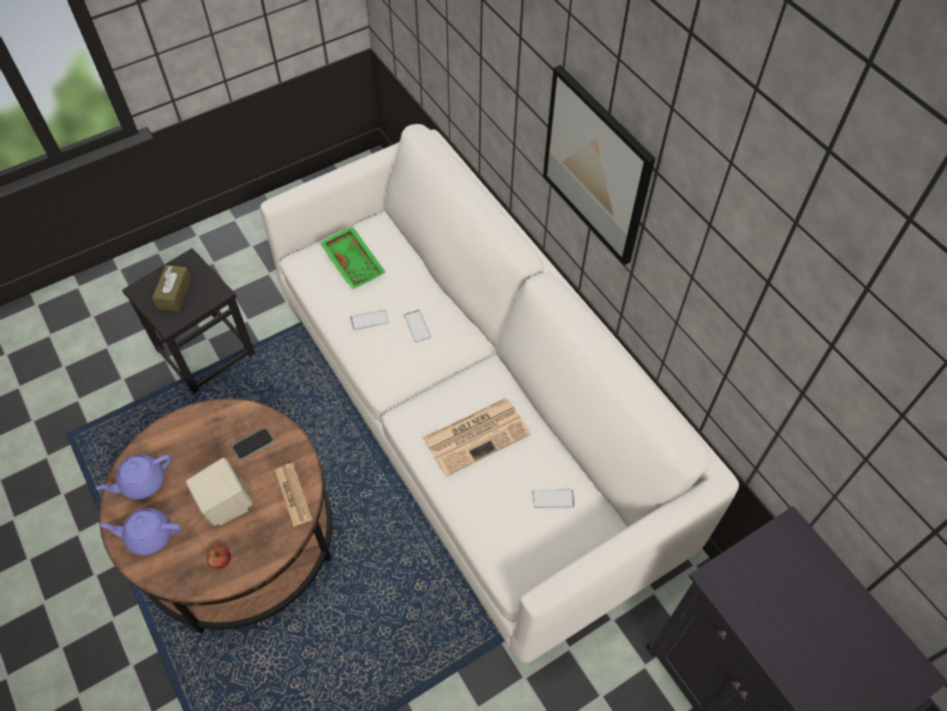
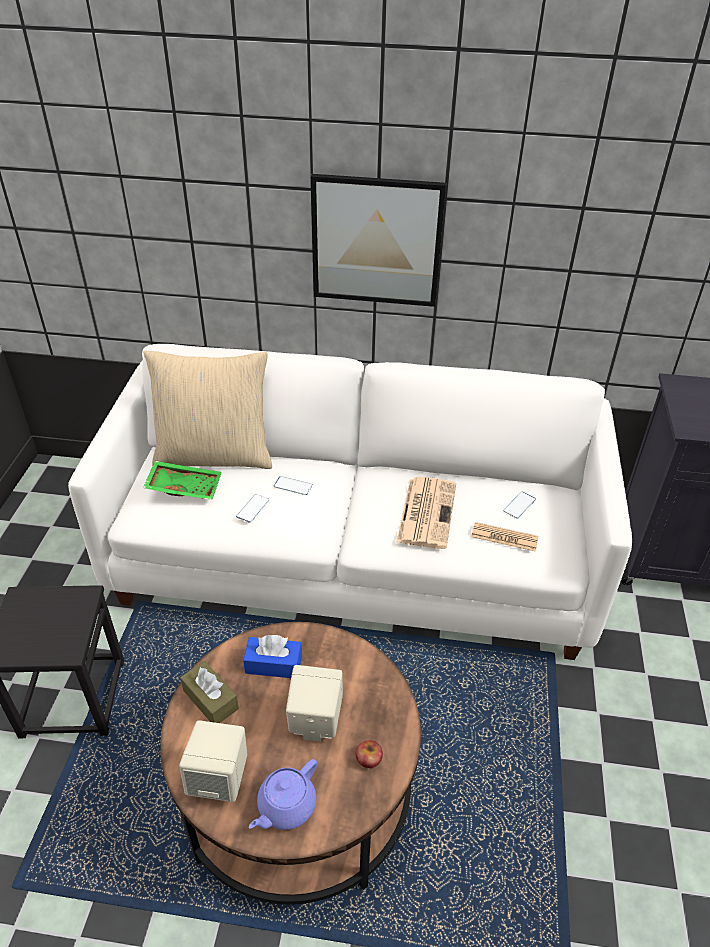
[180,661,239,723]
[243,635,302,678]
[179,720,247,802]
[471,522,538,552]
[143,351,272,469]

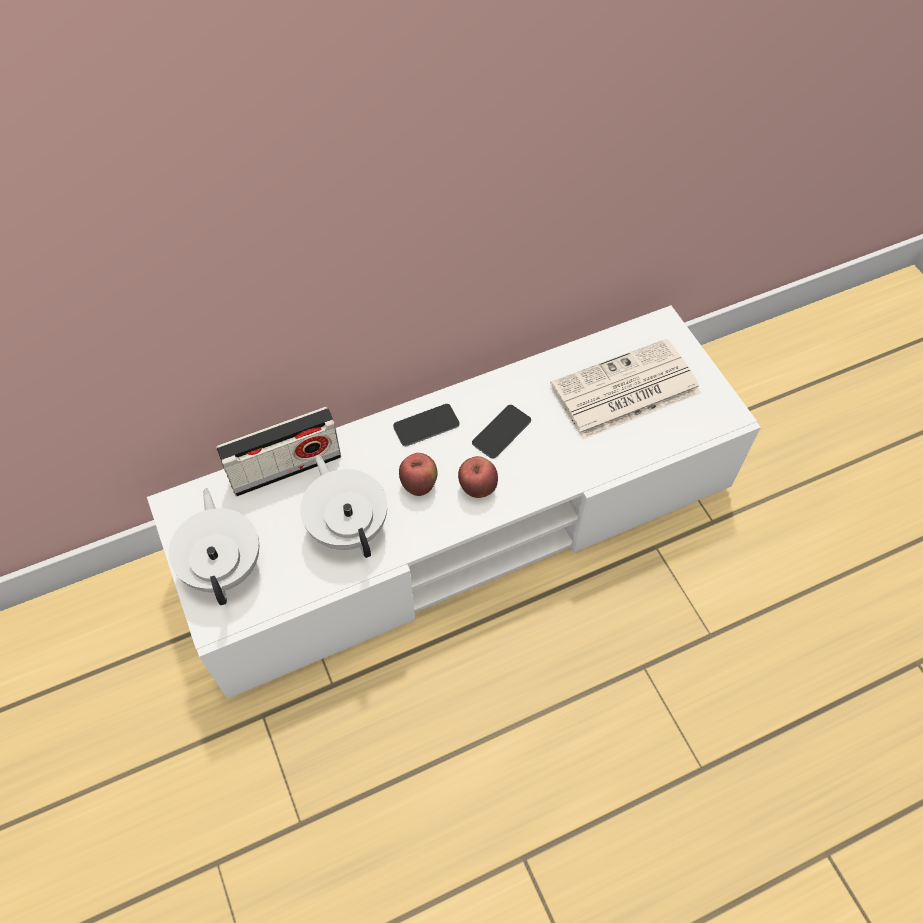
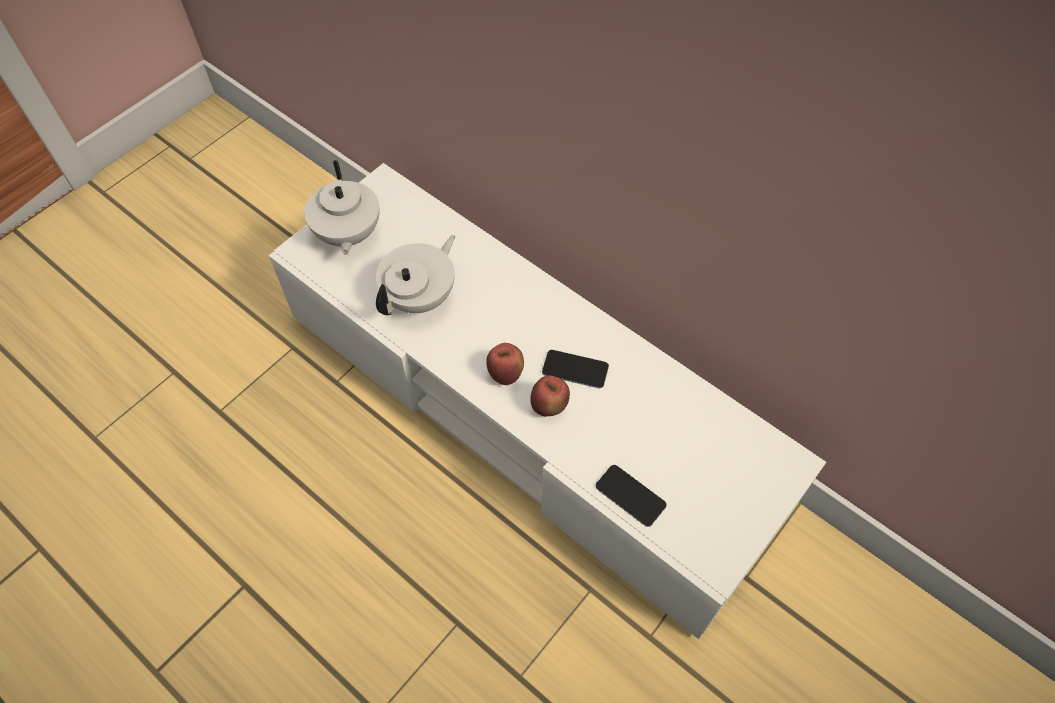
[550,338,701,439] (first image)
[596,465,667,527]
[216,407,341,496] (first image)
[530,376,570,416]
[304,160,380,255]

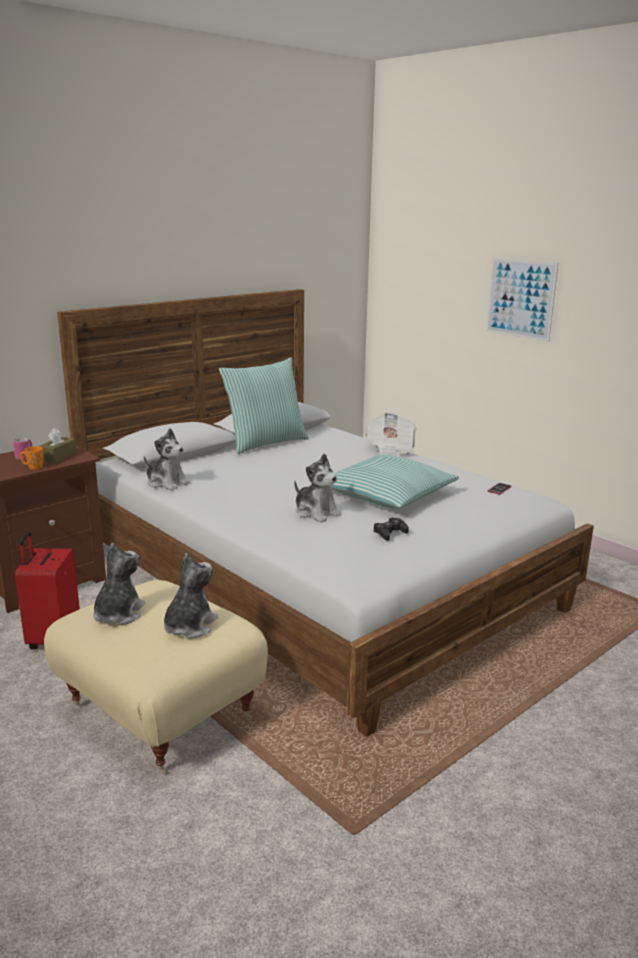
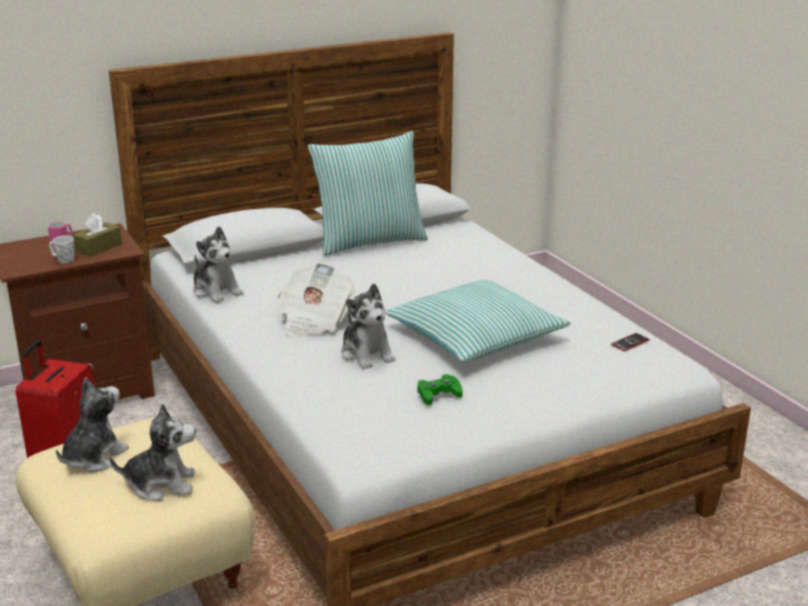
[486,257,558,342] (first image)
[278,262,355,337]
[49,235,74,264]
[417,374,463,405]
[109,404,196,501]

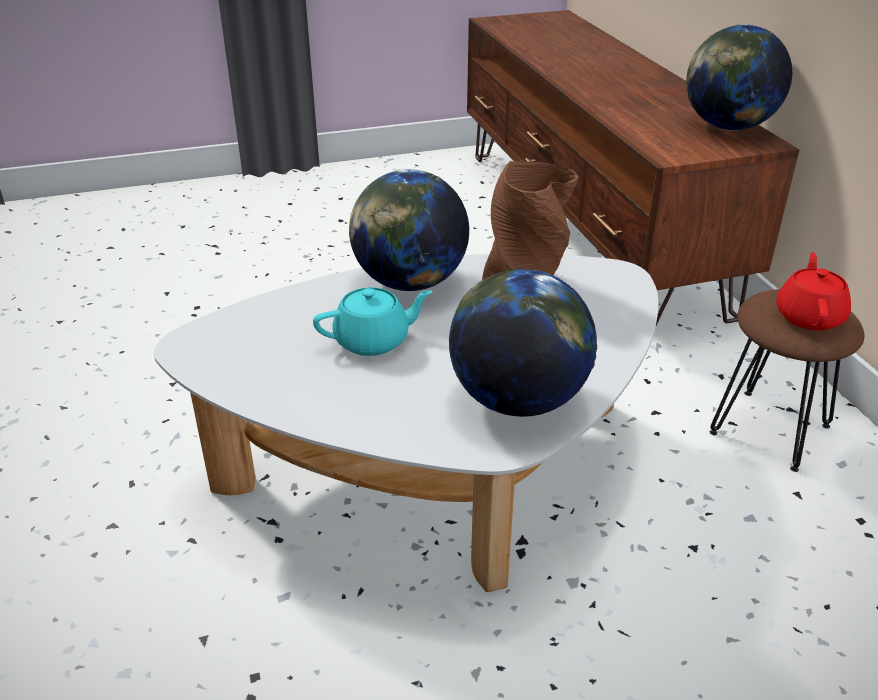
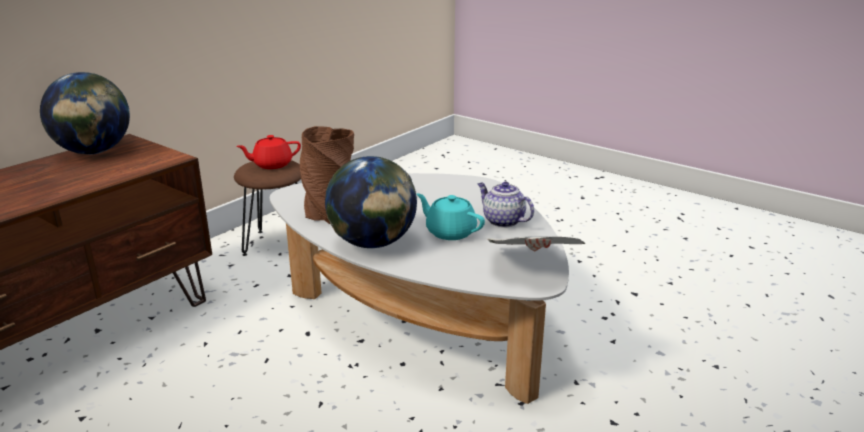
[449,269,597,417] (first image)
[478,182,534,228]
[487,236,586,251]

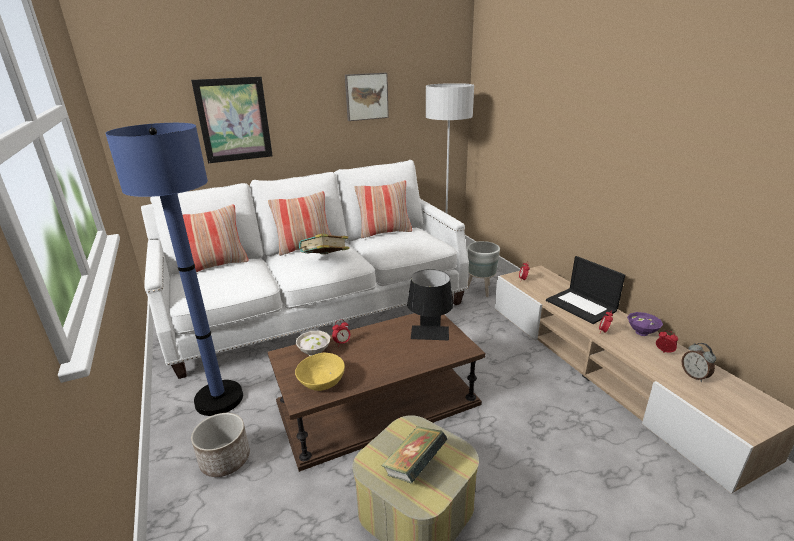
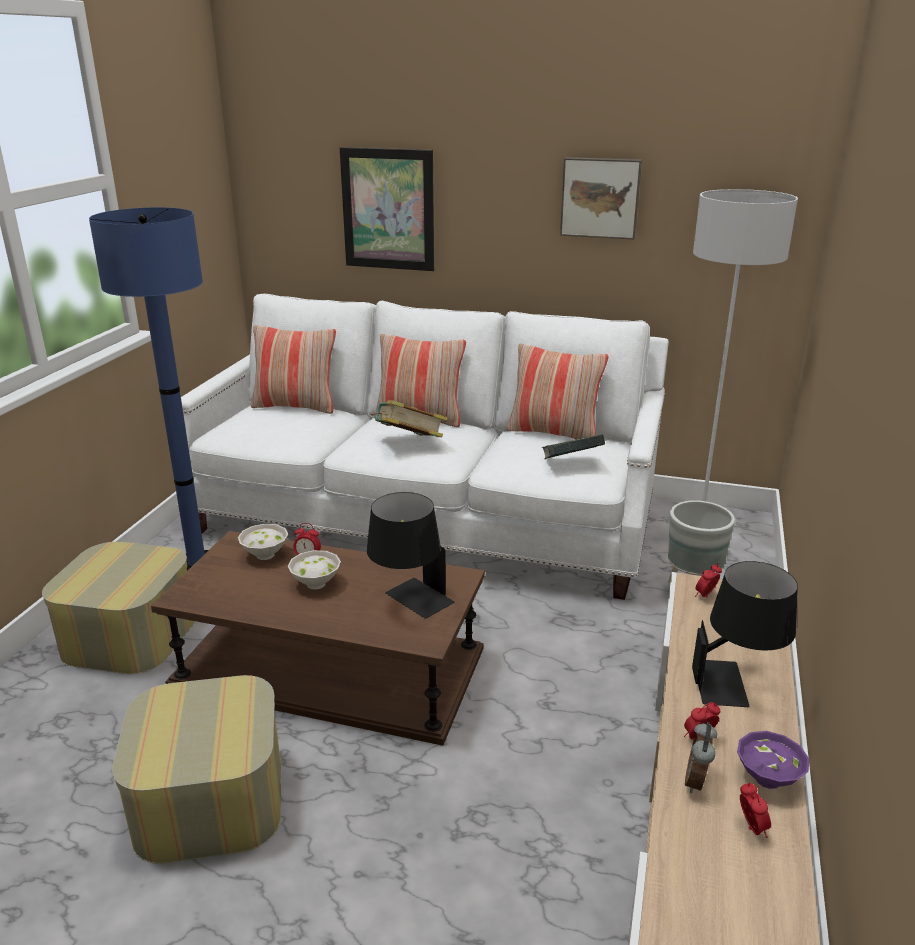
[692,561,798,707]
[685,722,717,793]
[295,352,345,391] (first image)
[42,542,195,674]
[541,434,605,459]
[288,550,341,589]

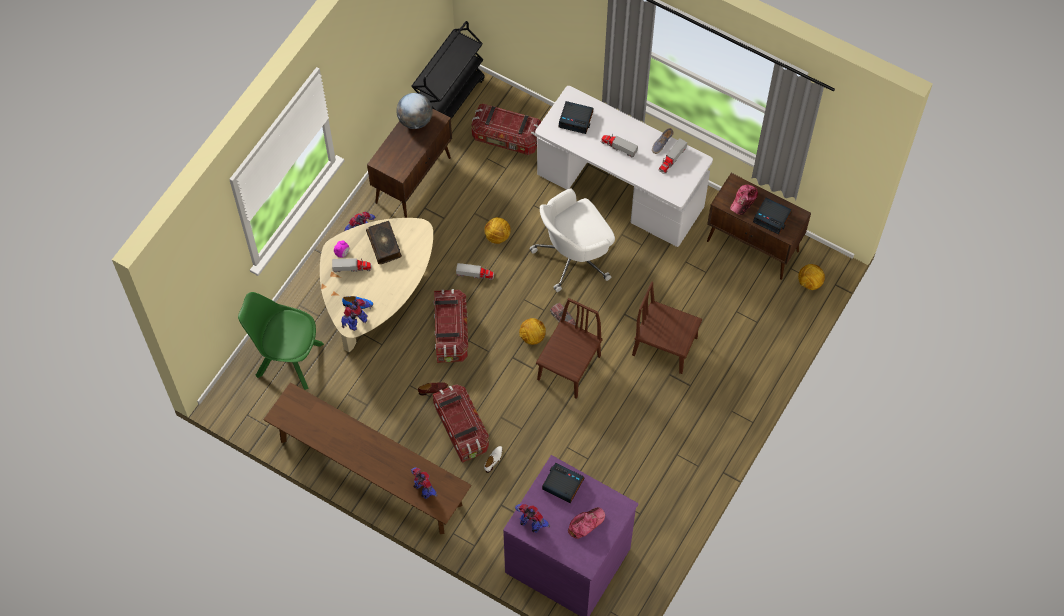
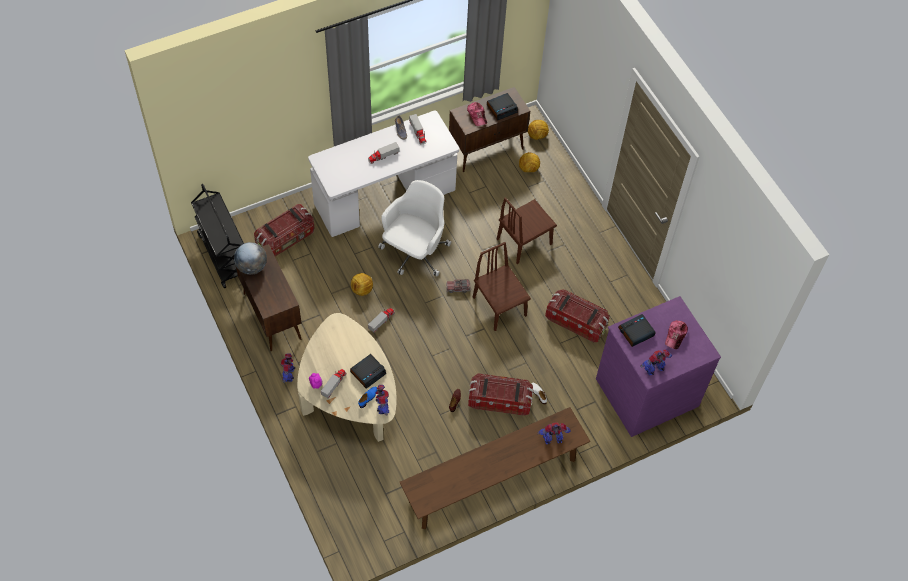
[350,354,386,389]
[378,180,451,276]
[366,221,402,264] (first image)
[545,289,610,343]
[238,292,324,390] (first image)
[519,152,540,172]
[665,320,688,349]

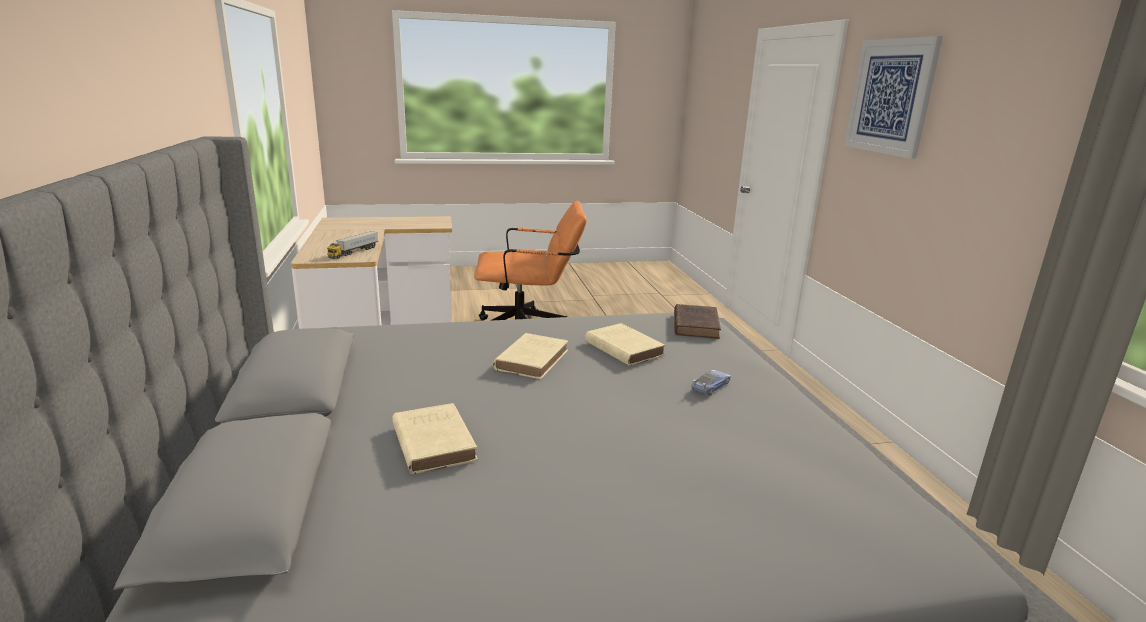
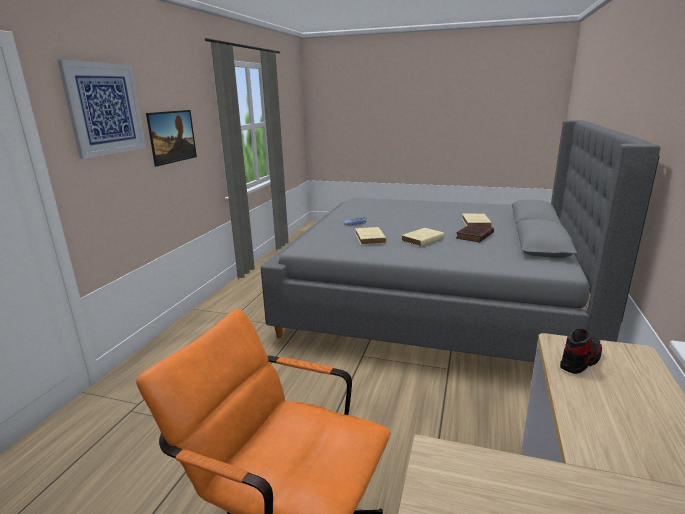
[560,329,602,374]
[456,224,494,242]
[146,110,197,167]

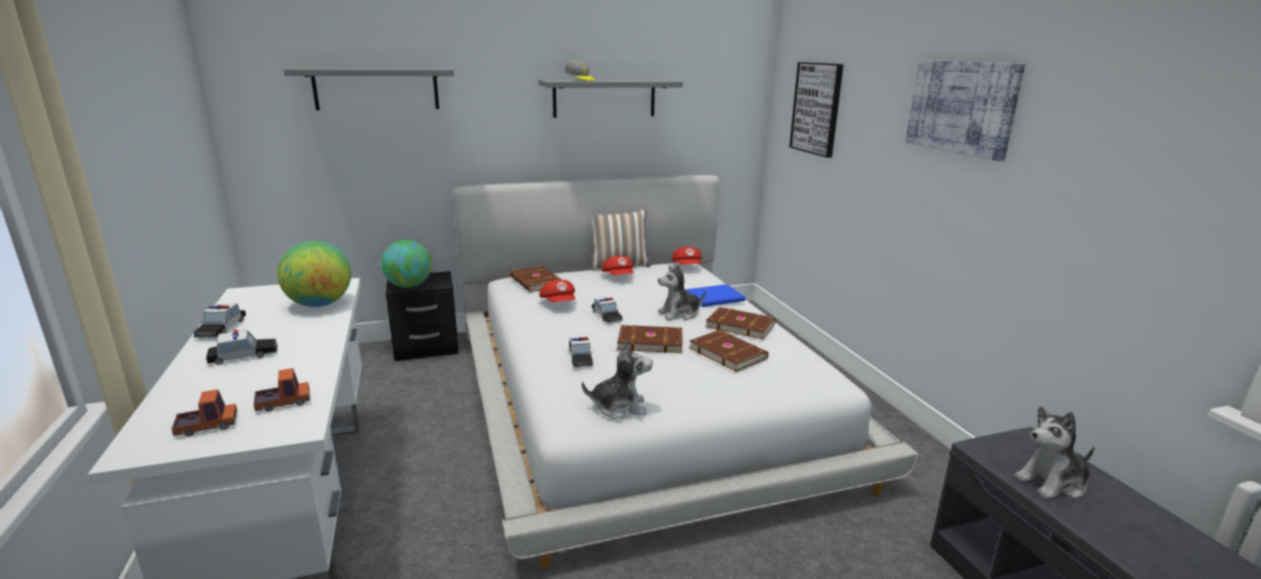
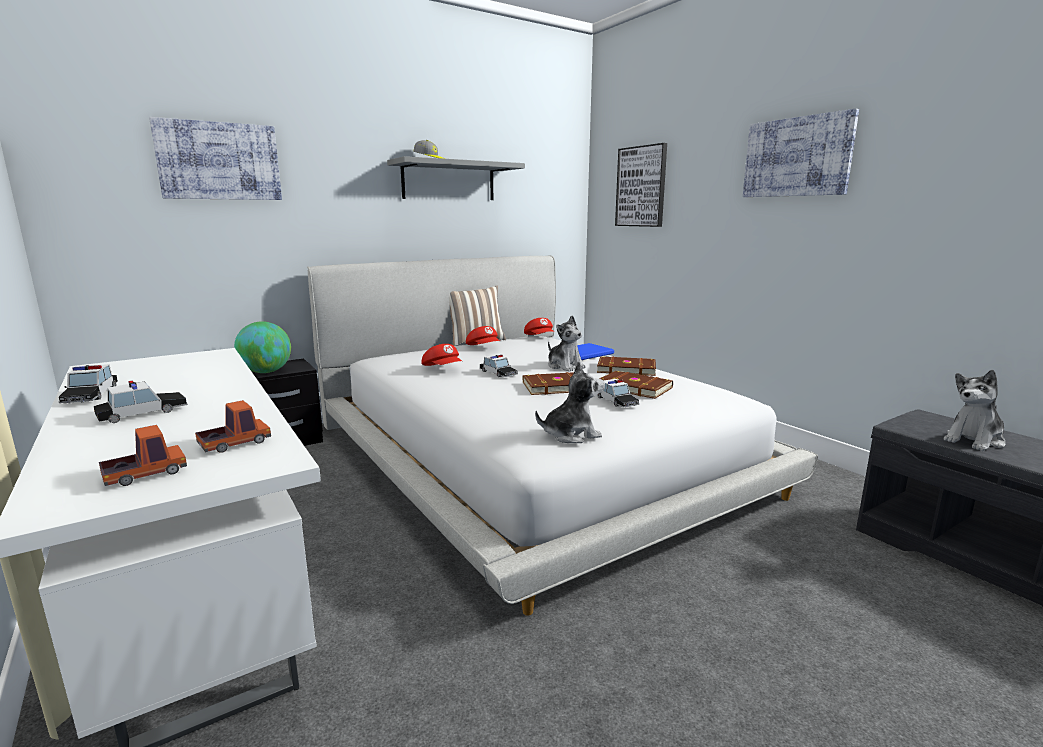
[149,117,282,200]
[277,241,351,307] (first image)
[548,316,586,372]
[510,266,562,292] (first image)
[597,379,639,407]

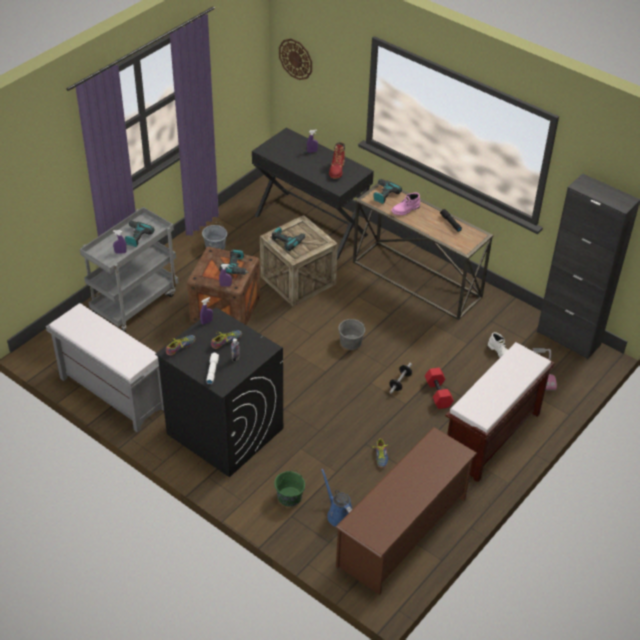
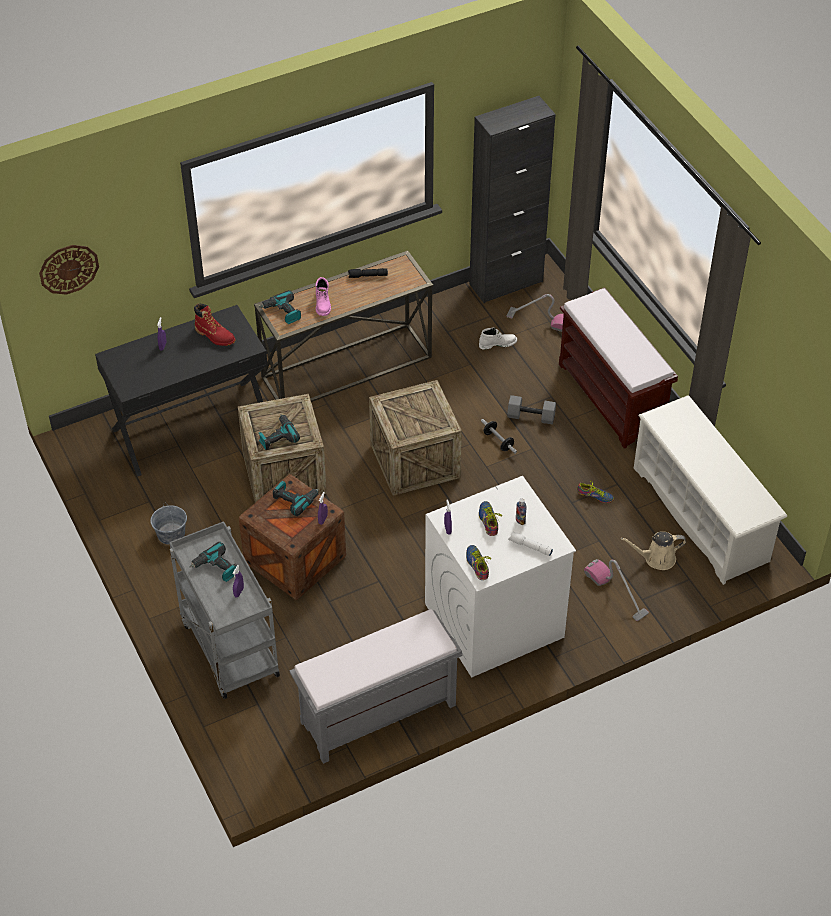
[425,476,576,678]
[369,380,462,496]
[507,395,556,425]
[634,395,787,585]
[621,531,686,570]
[584,559,649,621]

